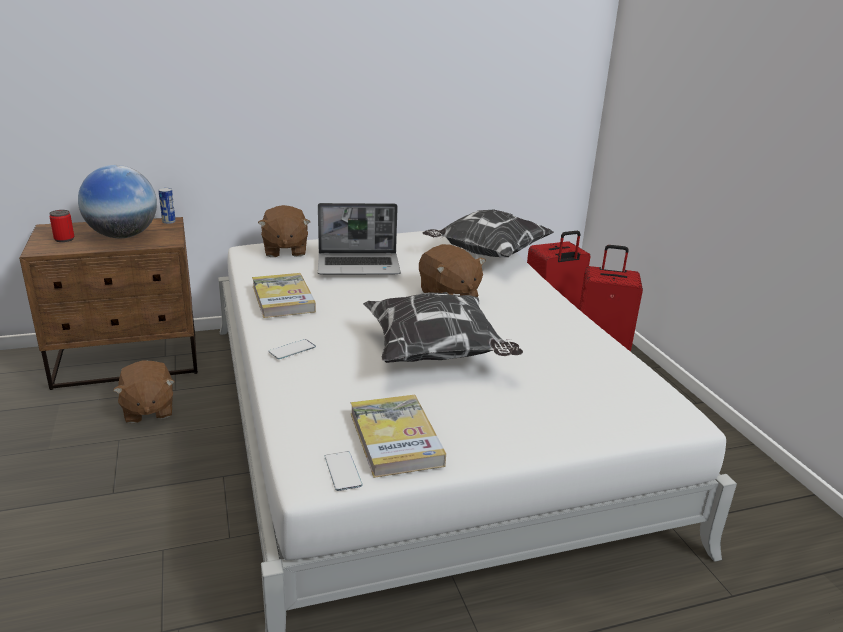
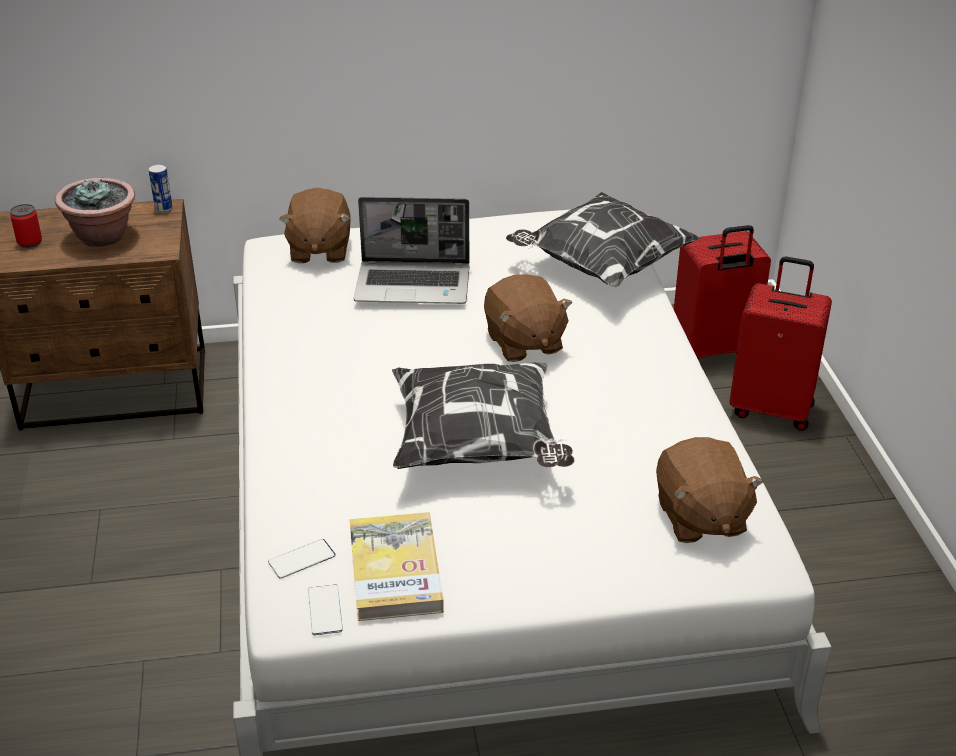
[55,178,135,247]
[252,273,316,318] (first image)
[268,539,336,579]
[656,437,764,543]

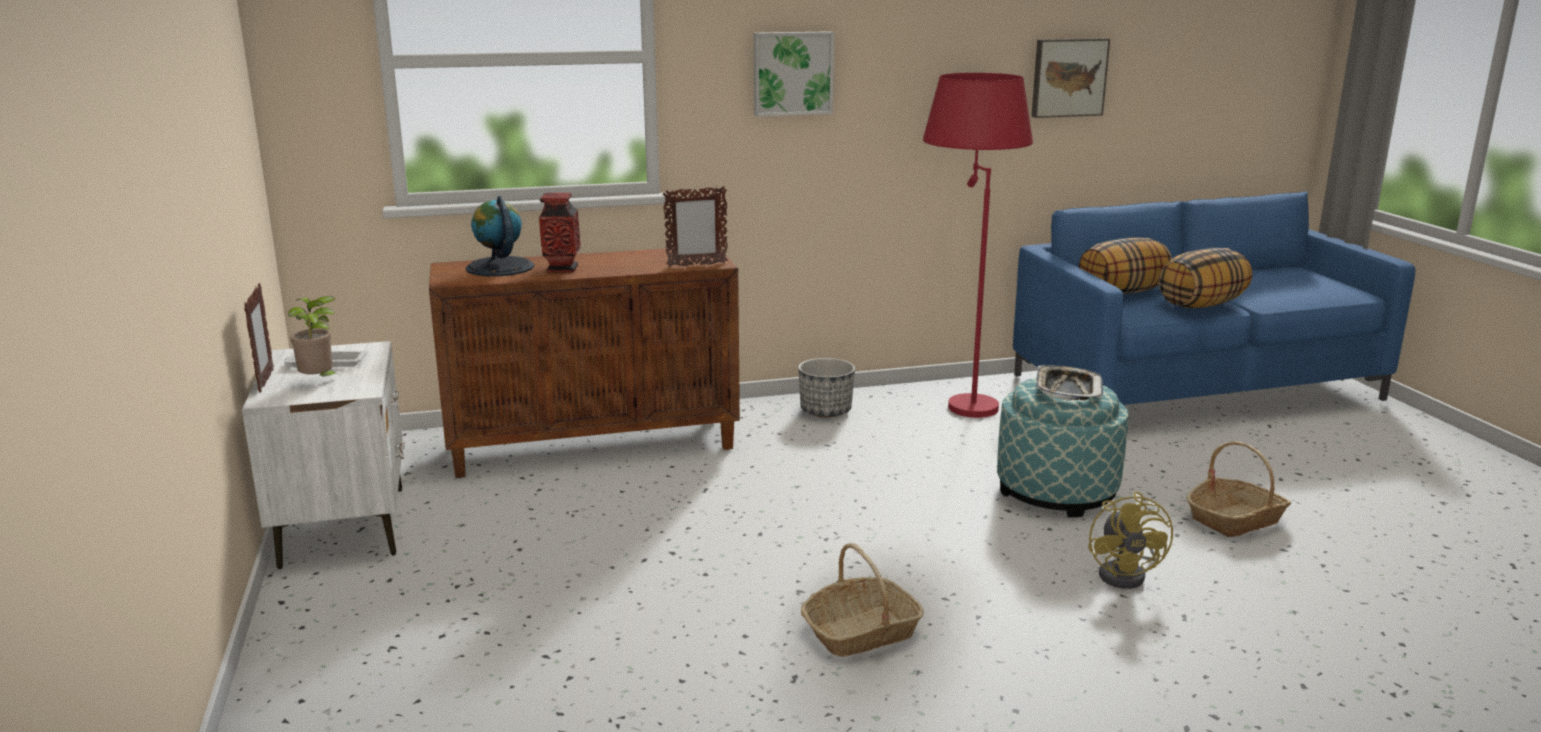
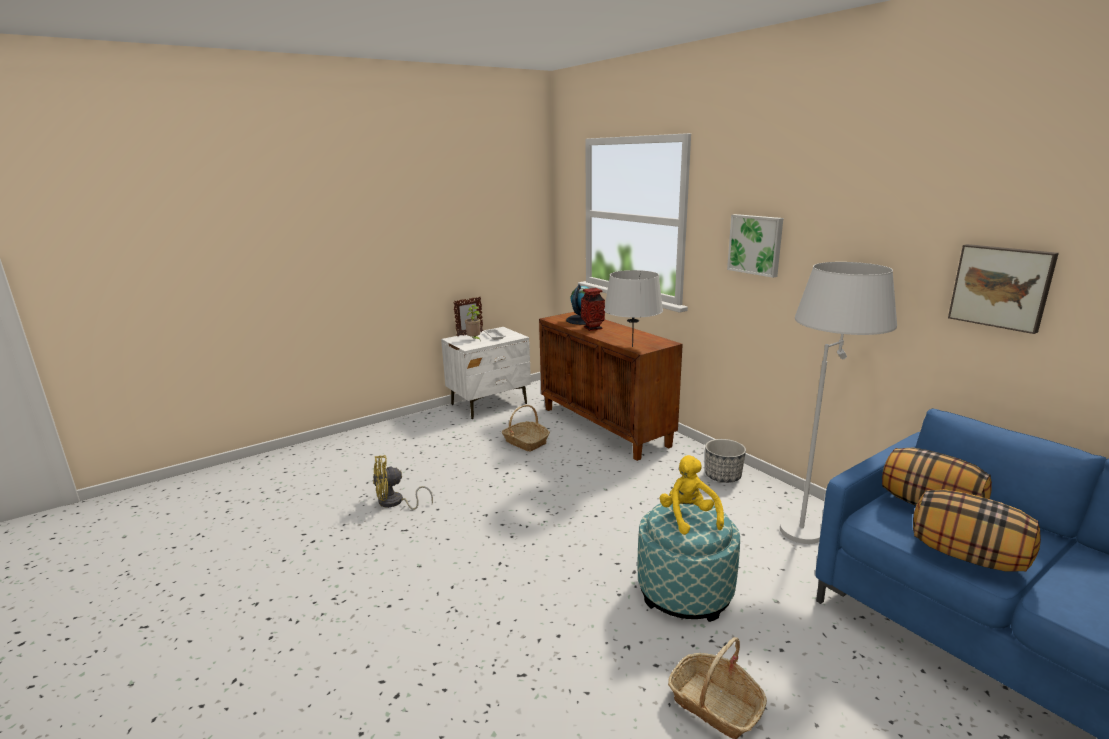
[780,262,897,544]
[604,270,663,347]
[659,455,724,535]
[373,455,433,510]
[502,405,550,451]

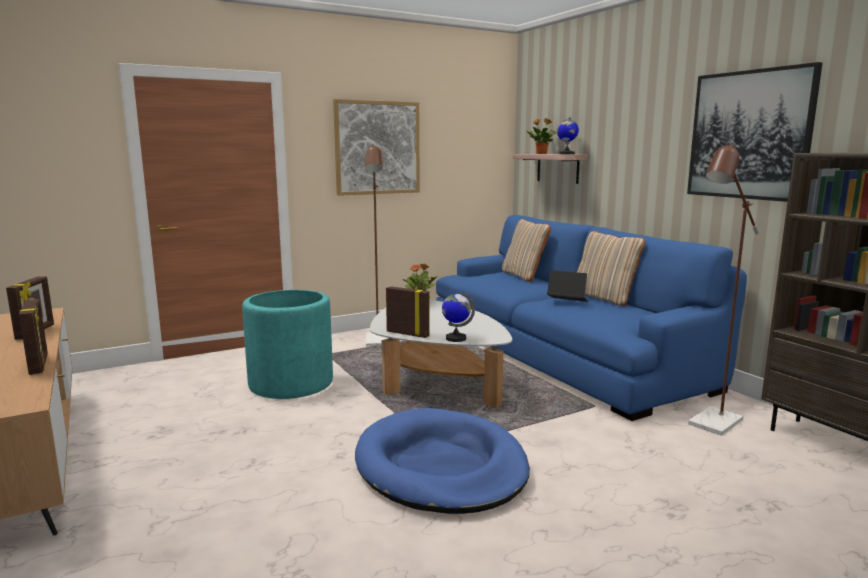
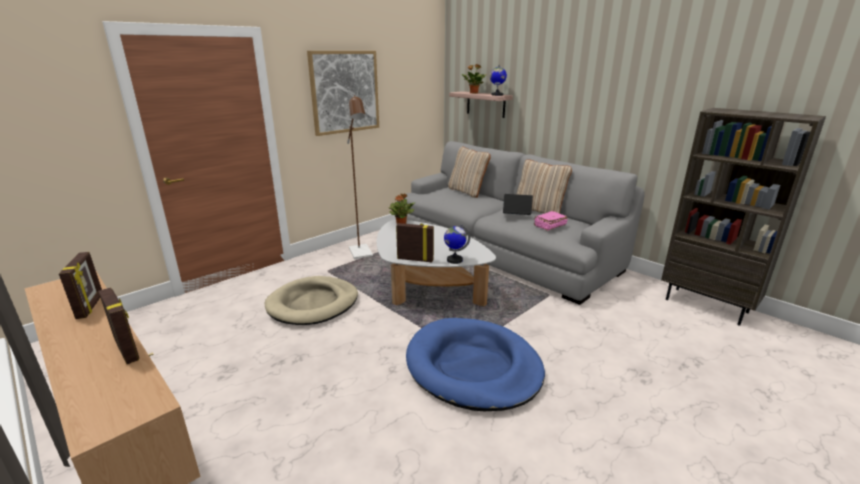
[687,62,823,202] (first image)
[688,143,759,436] (first image)
[397,141,645,305]
[265,276,358,325]
[534,211,568,231]

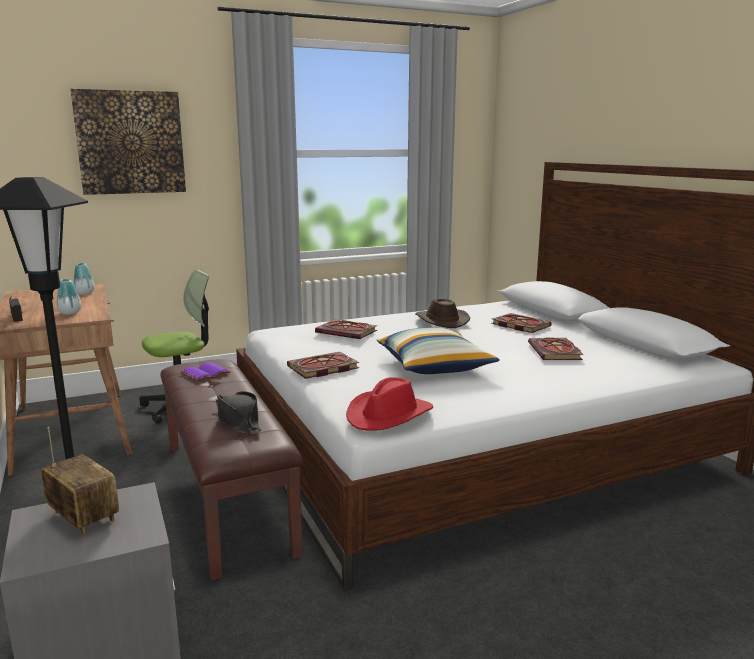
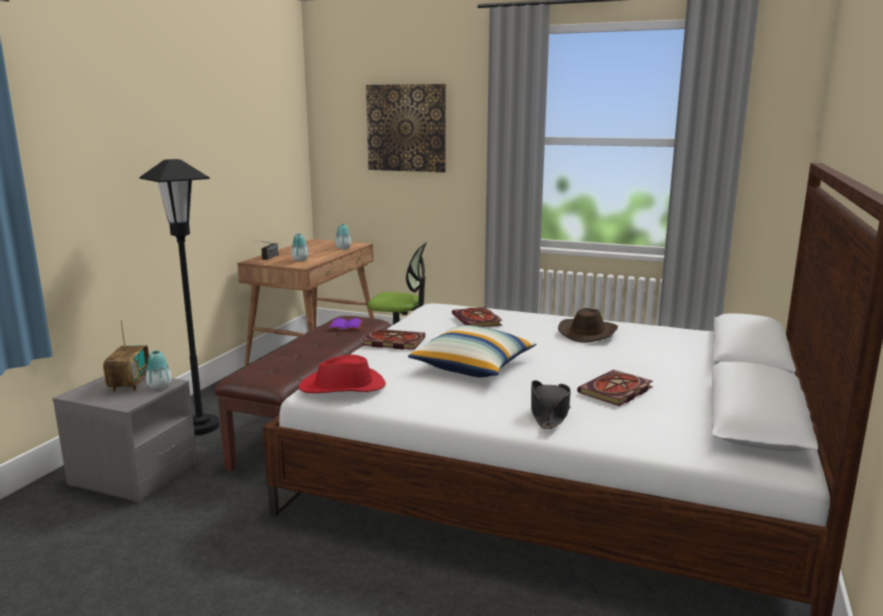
[491,313,552,333] (first image)
[531,380,571,429]
[146,350,172,389]

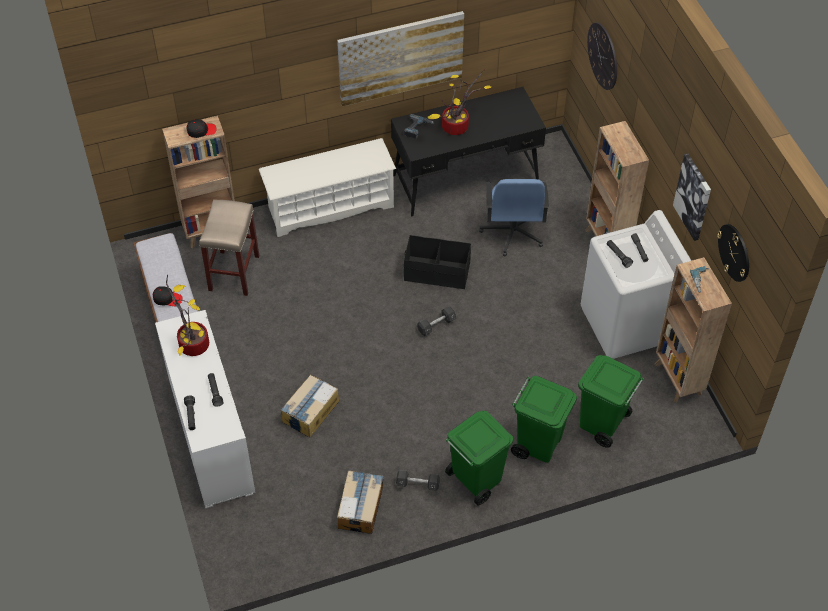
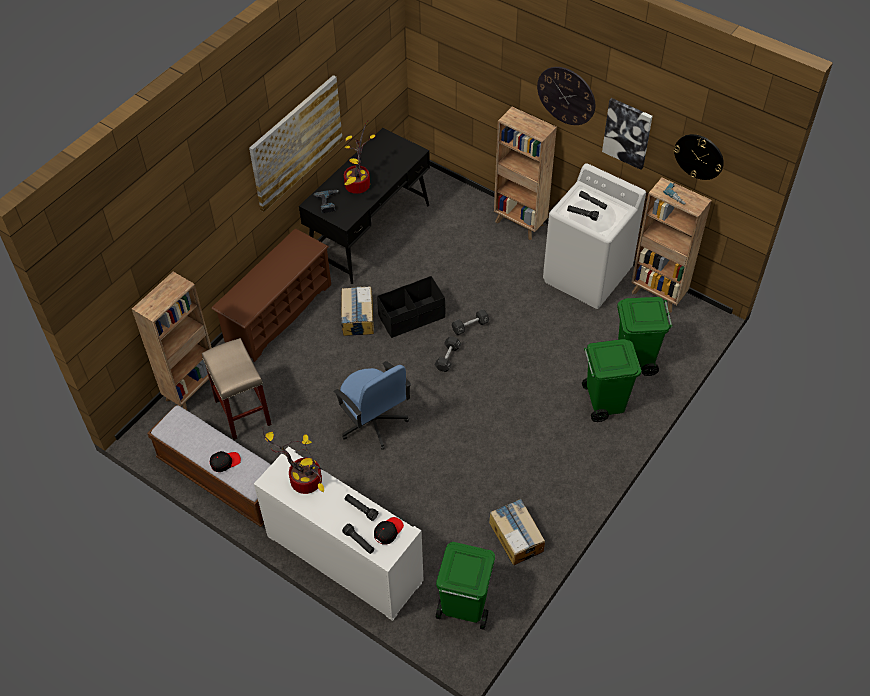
[537,67,595,125]
[374,517,404,545]
[211,228,331,362]
[333,361,411,450]
[341,286,374,336]
[436,542,495,630]
[452,309,489,335]

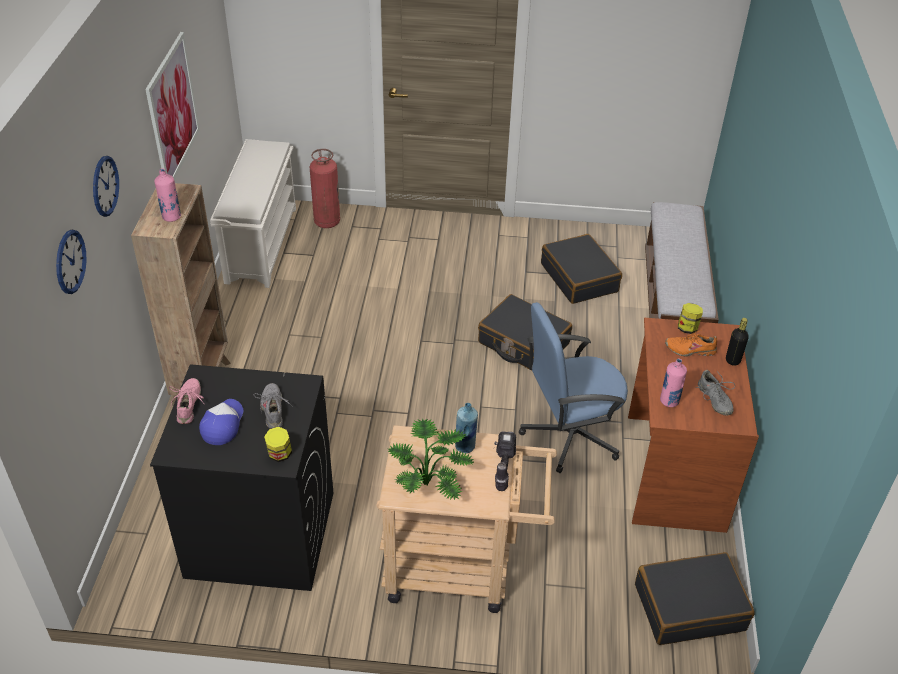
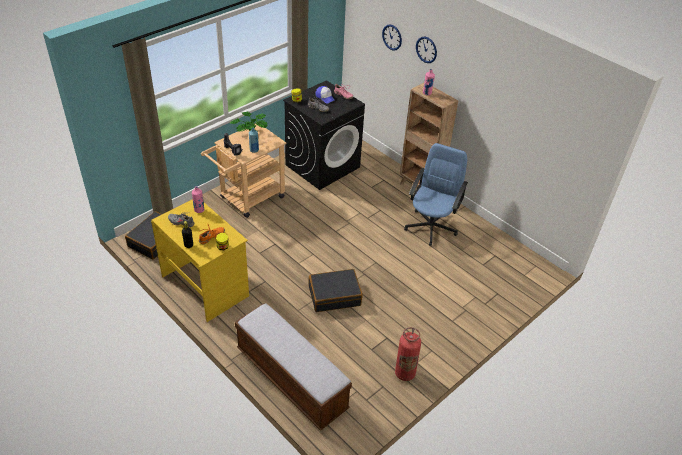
[145,32,200,180] (first image)
[210,139,296,288] (first image)
[395,327,421,381]
[541,234,622,304] (first image)
[404,143,468,246]
[151,199,249,322]

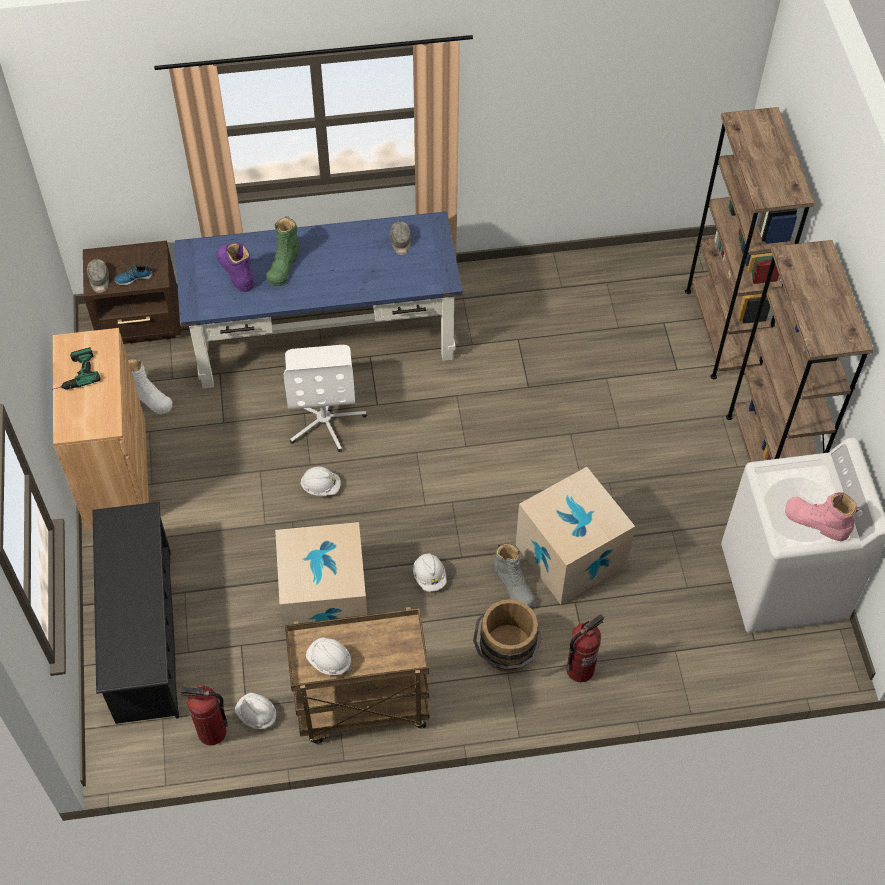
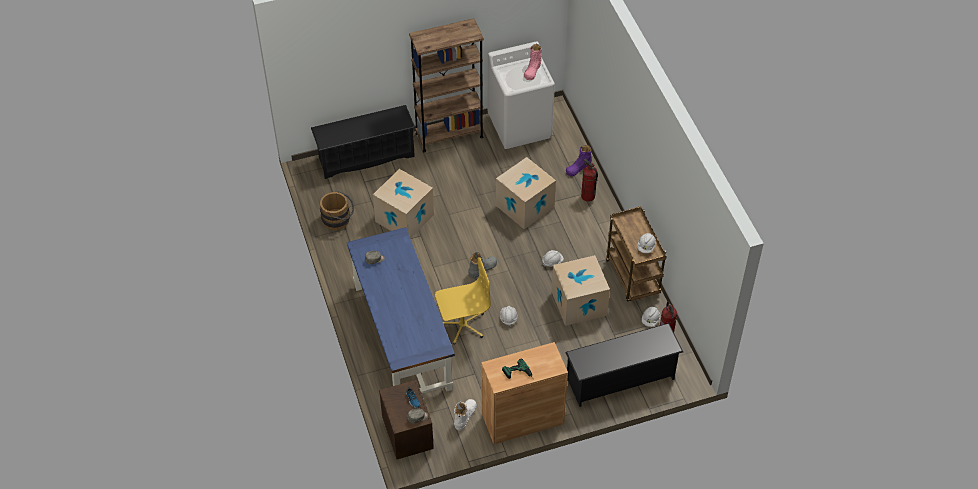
[311,105,415,179]
[266,216,300,286] (first image)
[566,145,592,176]
[435,257,491,345]
[469,252,497,279]
[320,191,354,230]
[373,169,434,239]

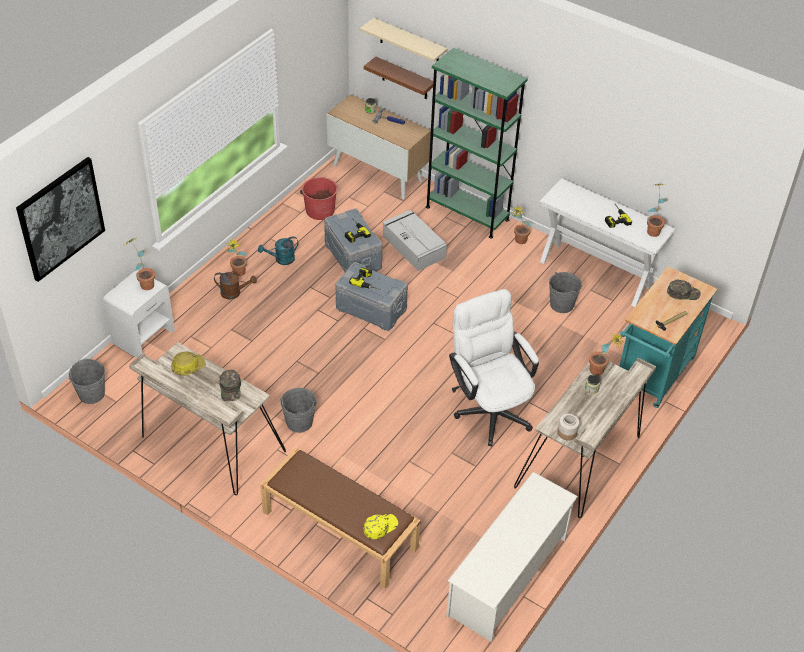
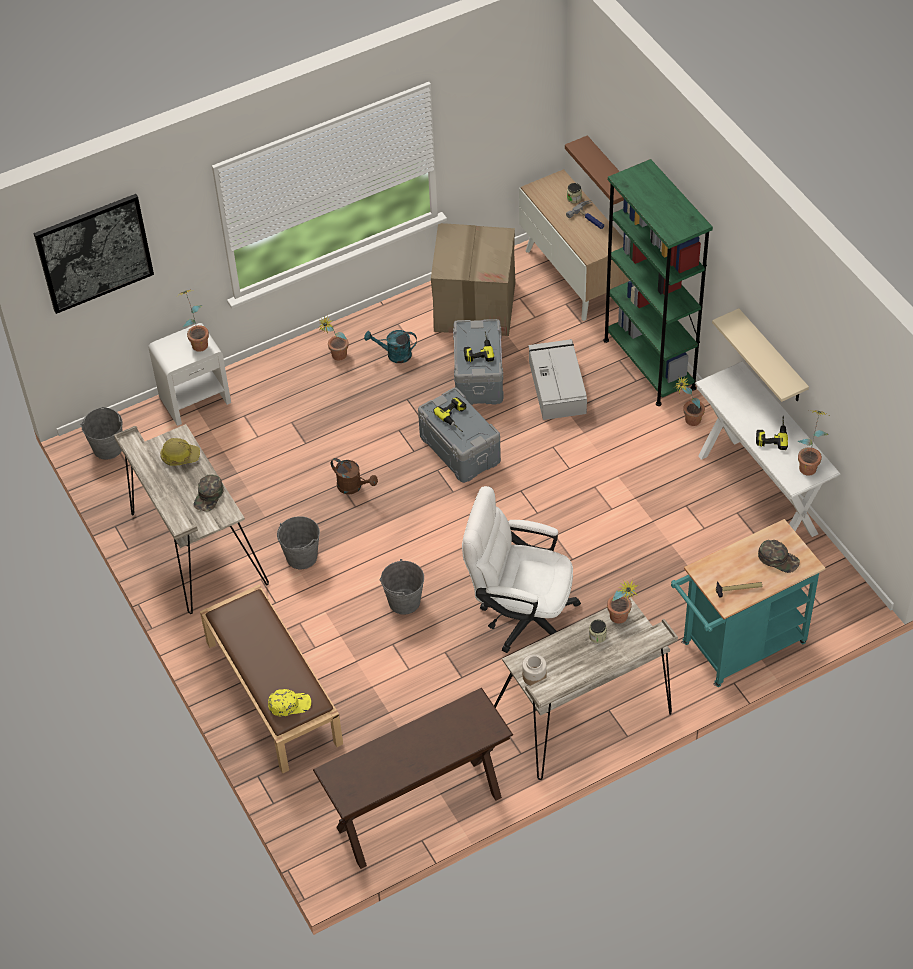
[712,308,809,402]
[431,223,516,336]
[331,458,378,494]
[380,559,424,615]
[462,486,581,653]
[313,688,513,869]

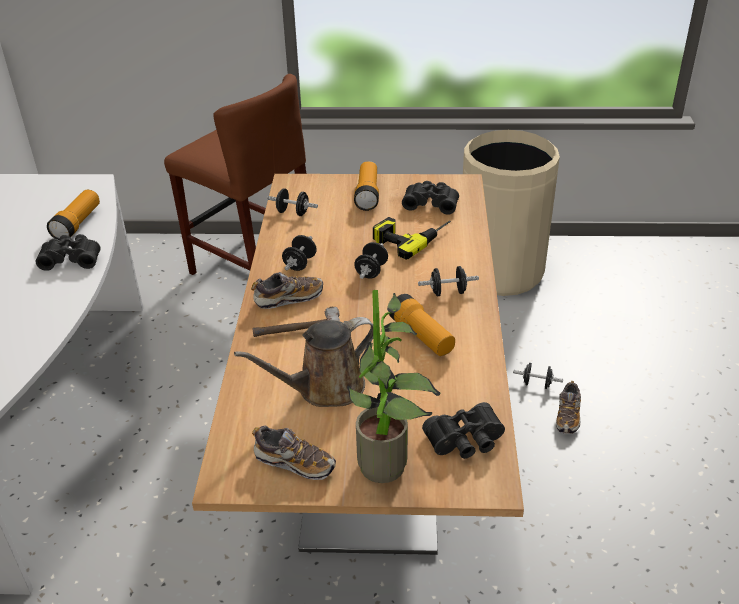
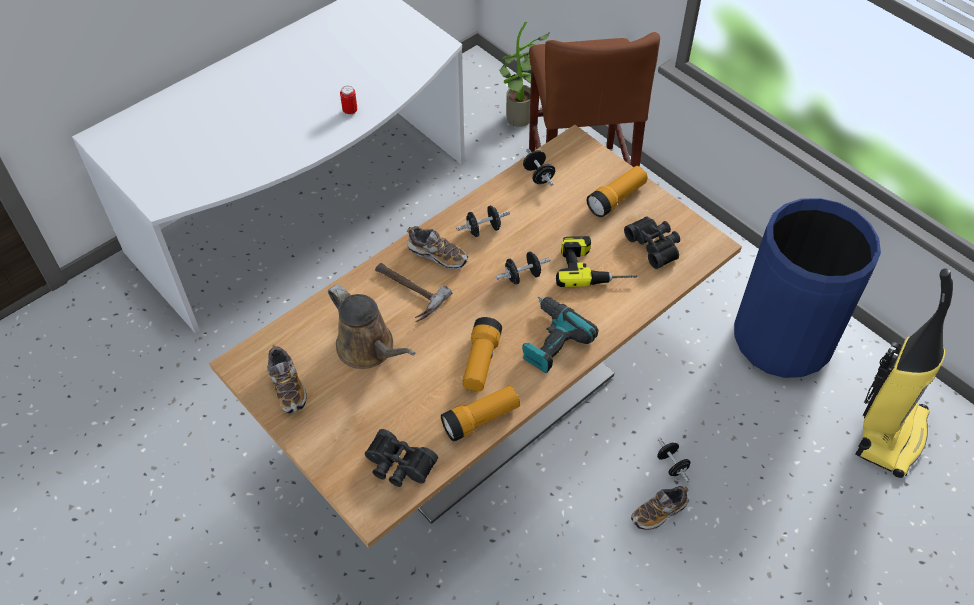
[734,198,881,378]
[441,385,520,442]
[340,86,357,115]
[522,297,598,373]
[500,21,550,127]
[328,284,416,369]
[855,269,953,478]

